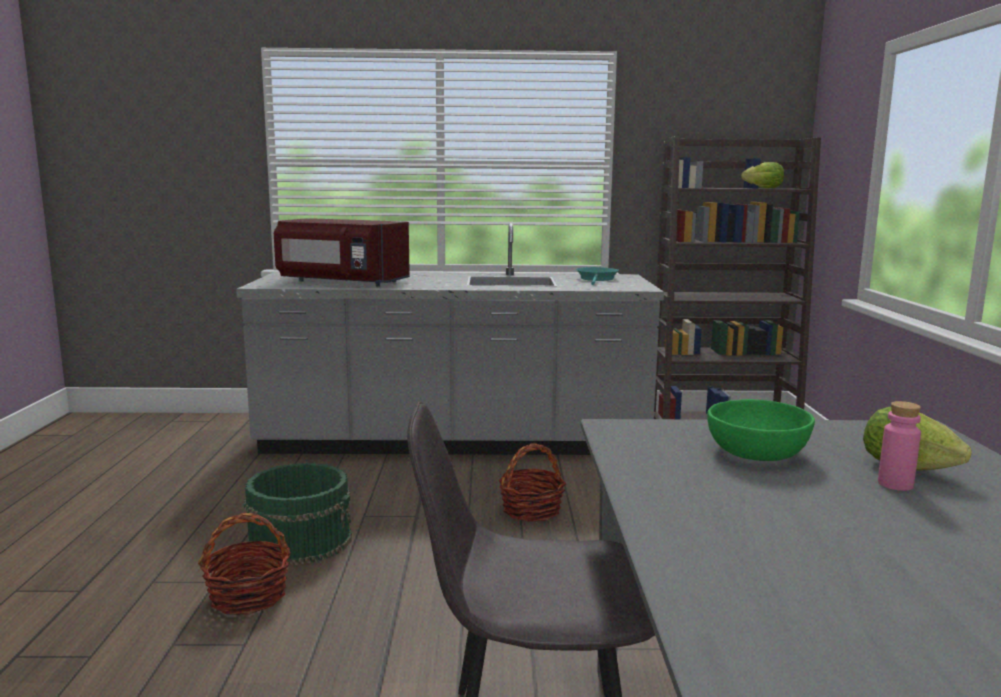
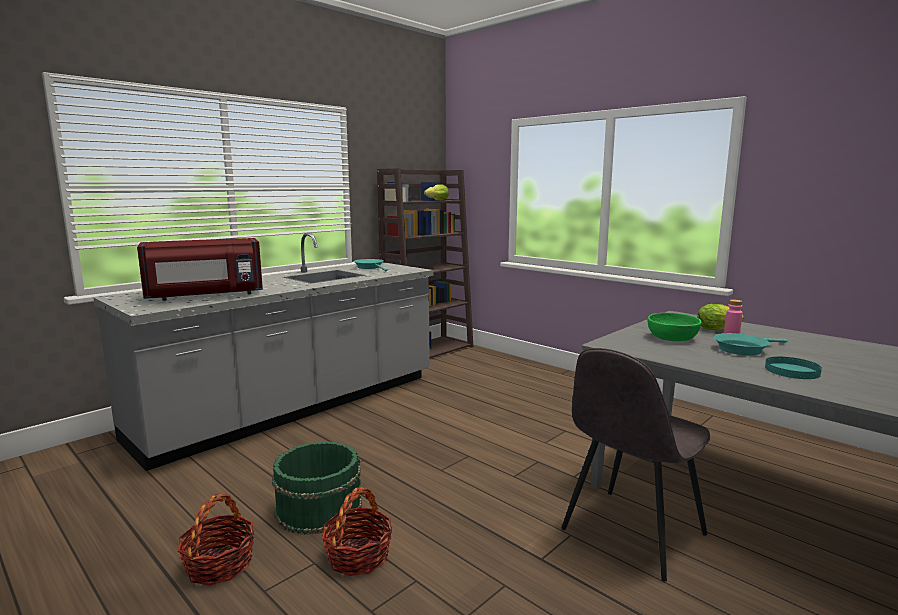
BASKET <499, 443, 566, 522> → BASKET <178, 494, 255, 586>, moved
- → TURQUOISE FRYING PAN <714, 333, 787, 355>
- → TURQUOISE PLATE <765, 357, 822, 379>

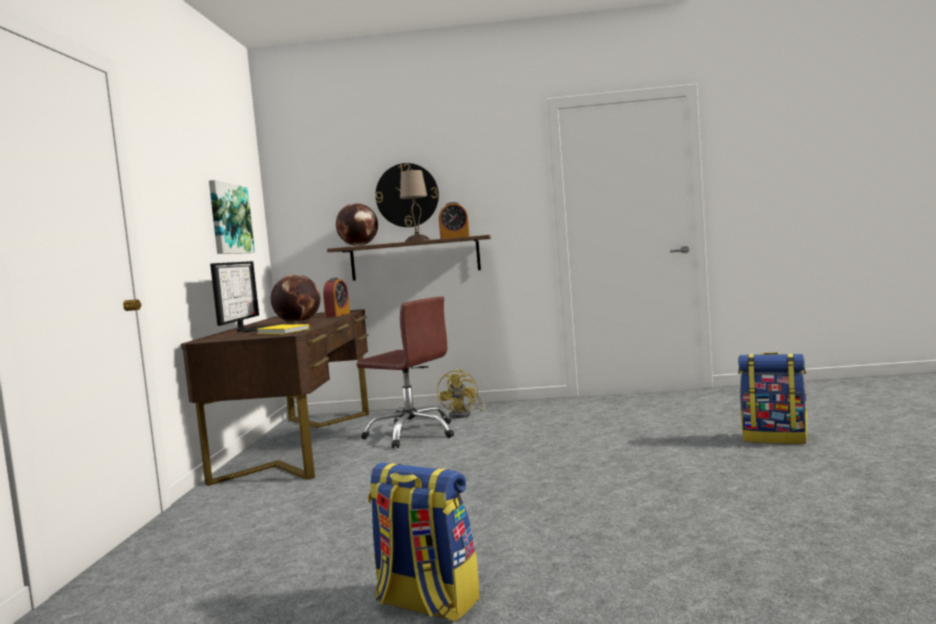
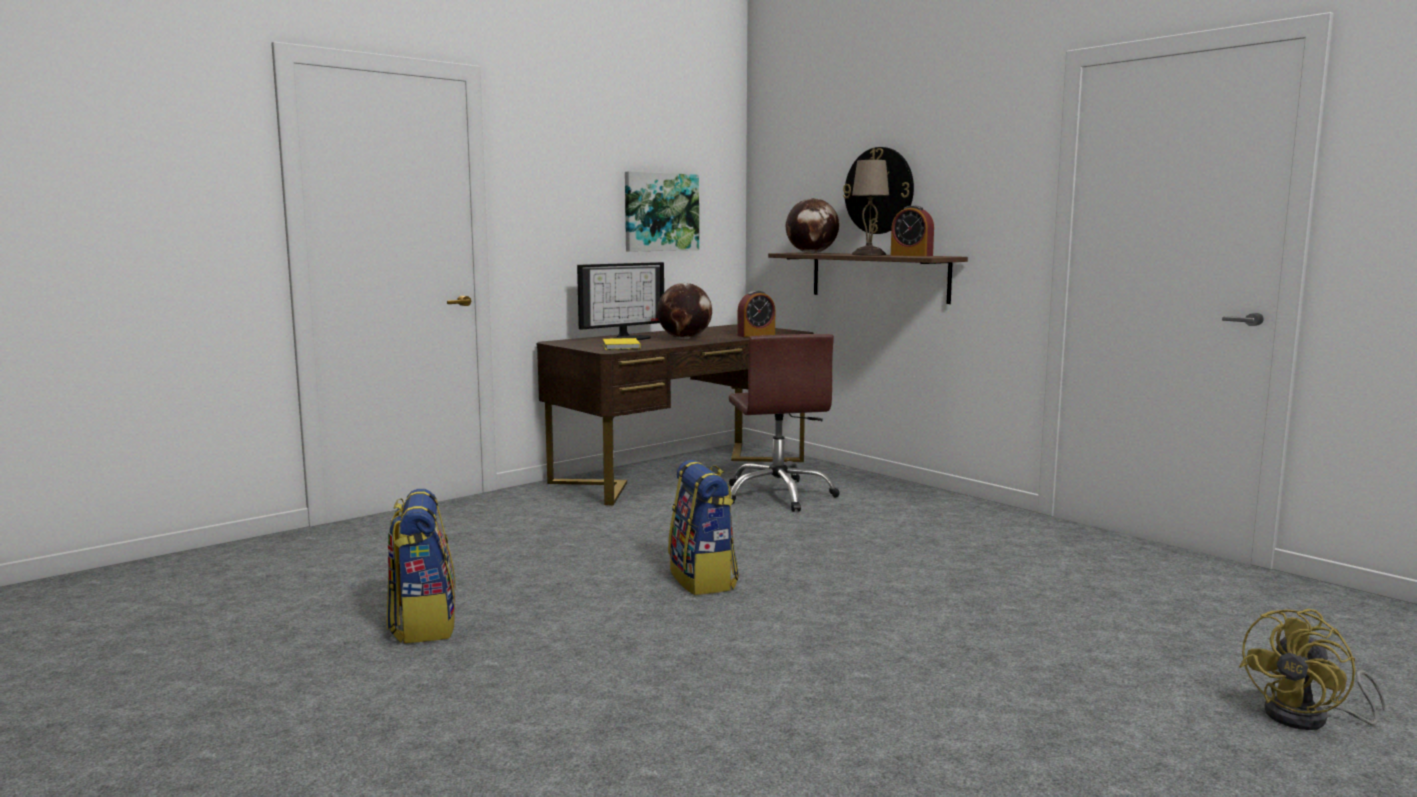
YELLOW FAN <437, 369, 485, 418> → YELLOW FAN <1239, 609, 1385, 730>, moved
BACKPACK <738, 352, 807, 444> → BACKPACK <668, 460, 739, 595>, moved

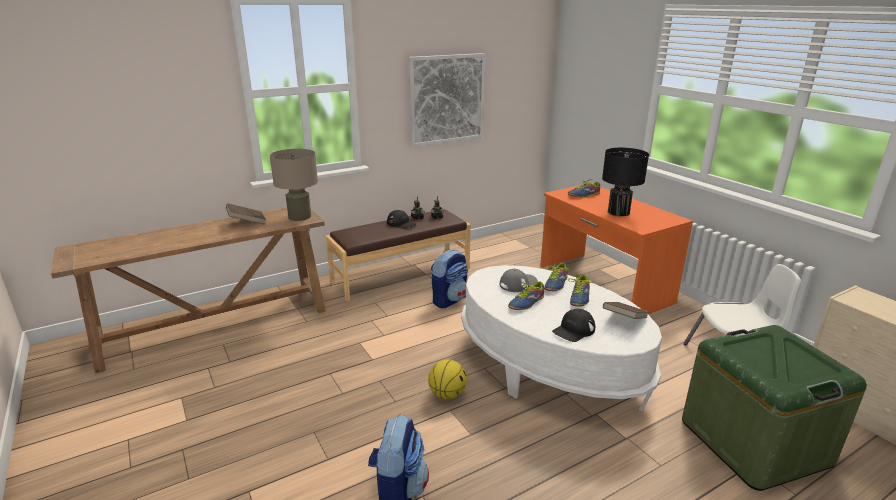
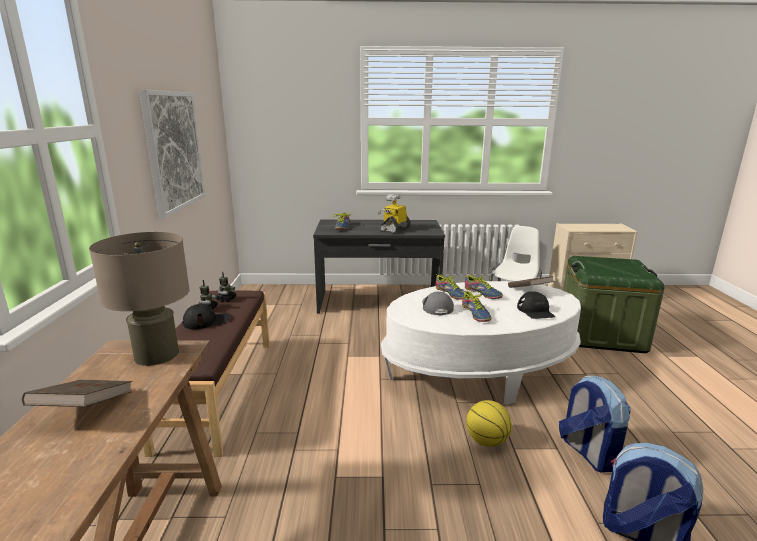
BACKPACK <431, 249, 468, 308> → BACKPACK <559, 375, 631, 473>, moved
ORANGE DESK <540, 185, 693, 314> → GREY DESK <313, 220, 445, 314>
BLACK TABLE LAMP <602, 148, 649, 216> → TOY ROBOT <377, 194, 411, 233>

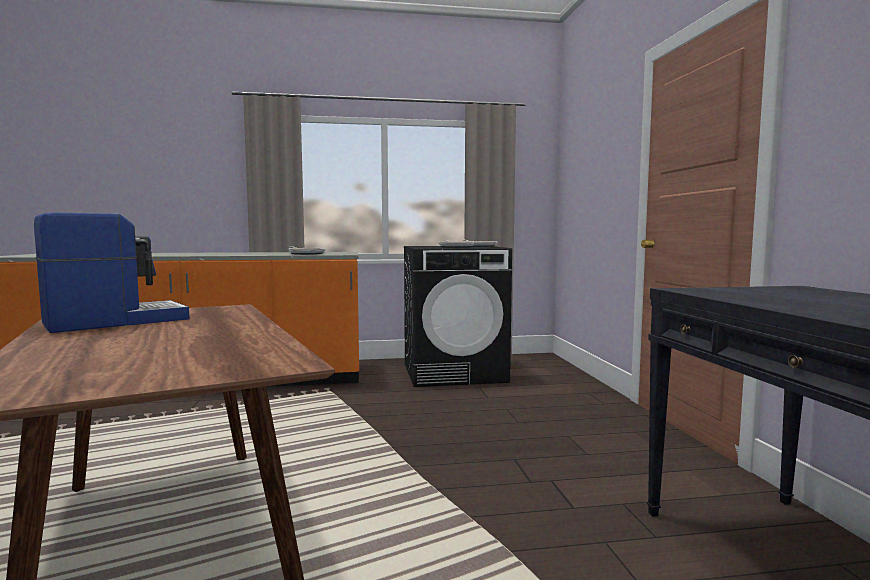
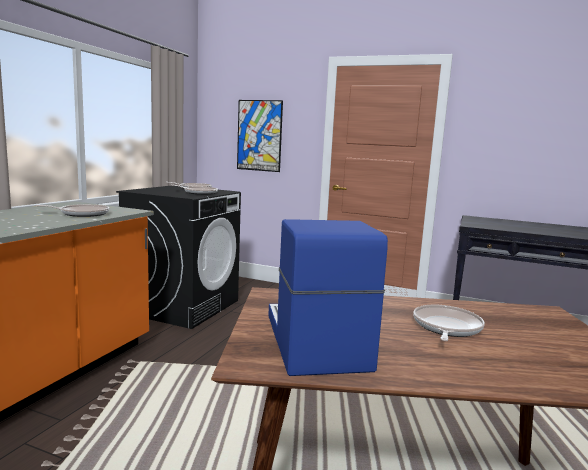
- → PICTURE <237, 100, 283, 172>
- → FRYING PAN <413, 305, 485, 341>

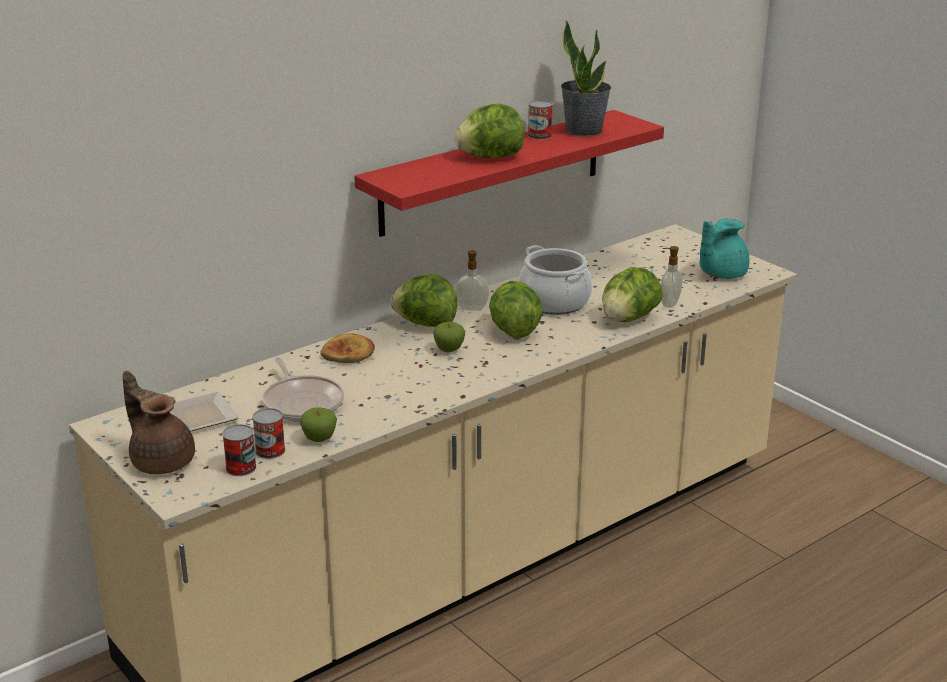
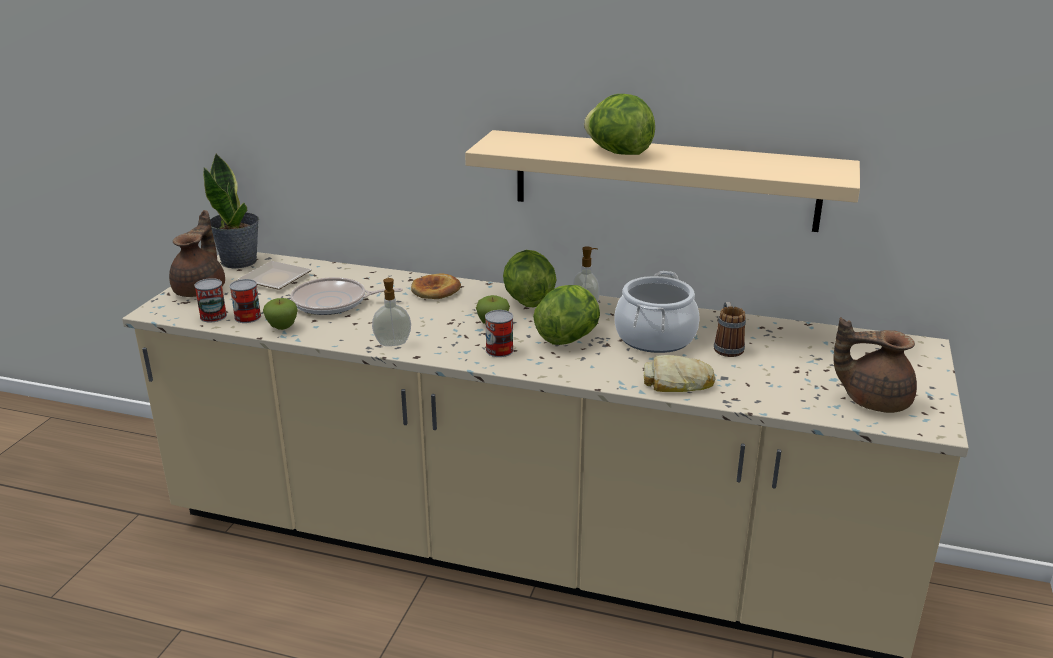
FRYING PAN <262, 357, 344, 422> → FRYING PAN <290, 277, 403, 315>, 60 degrees clockwise
RED SHELF <354, 110, 664, 237> → BEIGE SHELF <465, 130, 860, 232>
CAN <528, 100, 553, 140> → CAN <485, 310, 514, 357>, moved
POTTED PLANT <561, 20, 611, 136> → POTTED PLANT <203, 153, 259, 269>, moved
LETTUCE <602, 267, 663, 322> → BREAD <644, 355, 716, 392>
SOAP DISPENSER <661, 246, 683, 308> → SOAP DISPENSER <372, 277, 411, 346>, moved
TURQUOISE TEAPOT <700, 218, 749, 279> → BROWN TEAPOT <833, 317, 917, 413>
- → MUG <714, 302, 746, 357>

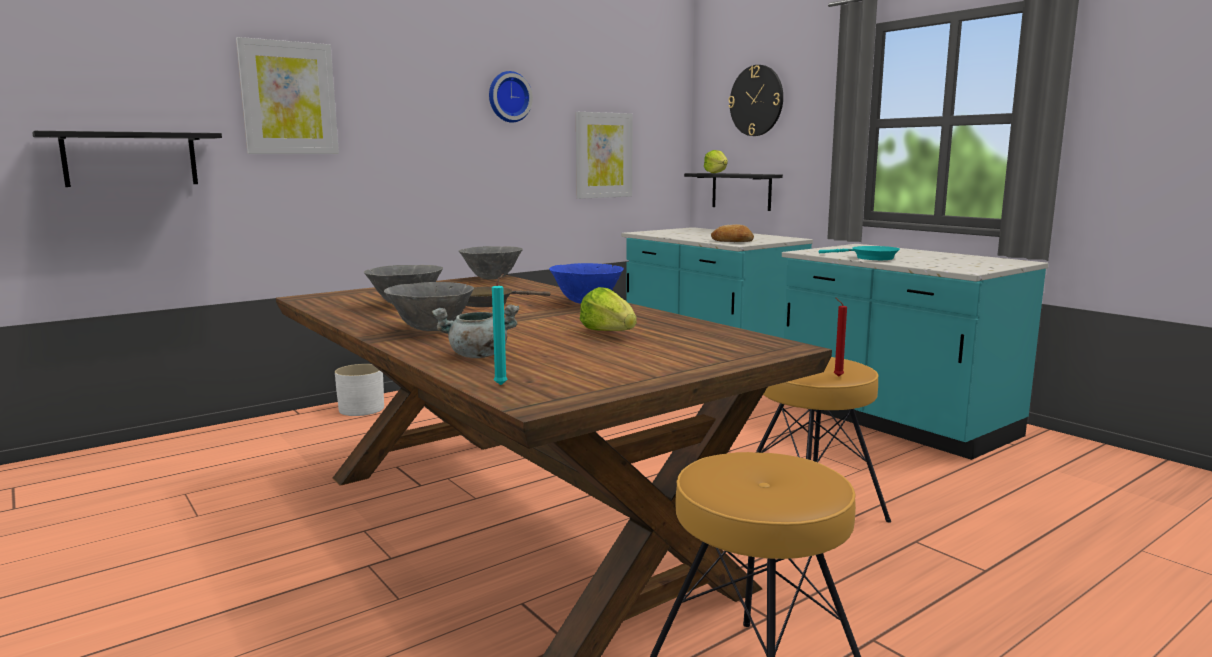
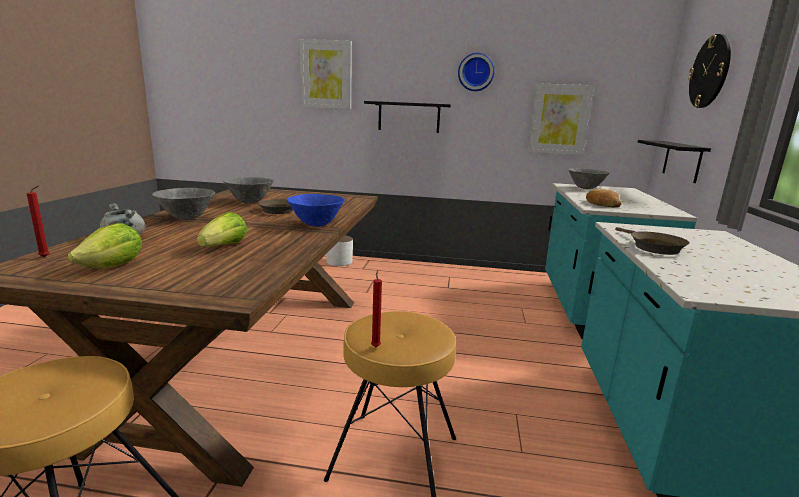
BLACK SHELF <32, 131, 222, 187> → BLACK SHELF <364, 101, 451, 133>, moved
GREY BOWL <459, 246, 523, 280> → GREY BOWL <568, 168, 610, 189>, moved
TURQUOISE CANDLE <492, 274, 508, 385> → RED CANDLE <27, 185, 49, 257>
LETTUCE <704, 150, 728, 173> → LETTUCE <68, 223, 142, 268>, moved
TURQUOISE FRYING PAN <819, 246, 900, 260> → BROWN FRYING PAN <615, 227, 690, 255>

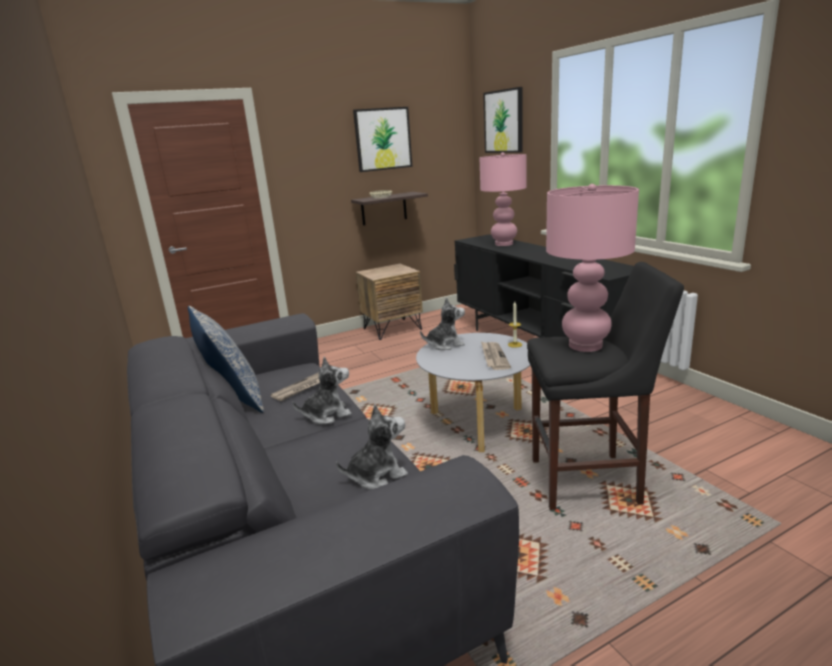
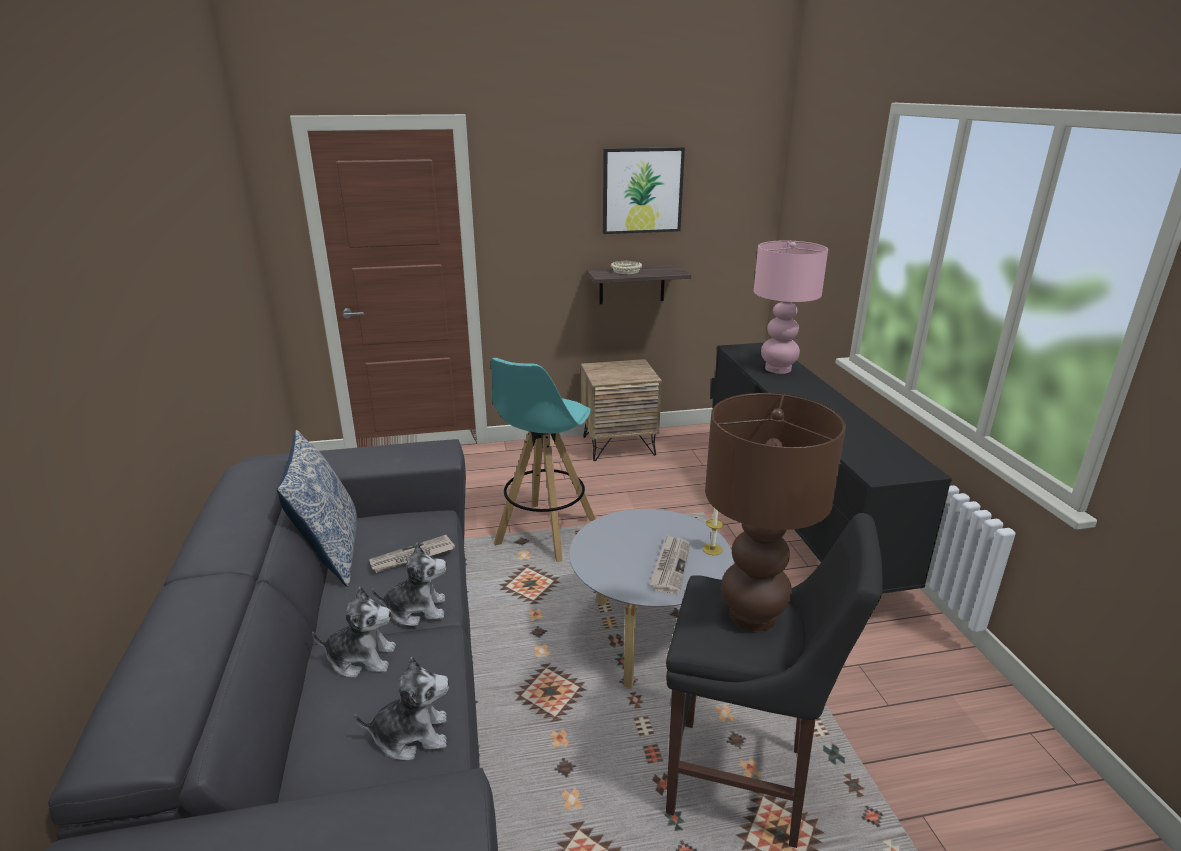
PLUSH TOY <420, 297, 465, 350> → PLUSH TOY <312, 587, 396, 678>, moved
PICTURE <483, 87, 523, 153> → -
PINK TABLE LAMP <546, 184, 639, 352> → BROWN TABLE LAMP <705, 393, 846, 631>
- → TURQUOISE STOOL <491, 358, 596, 562>

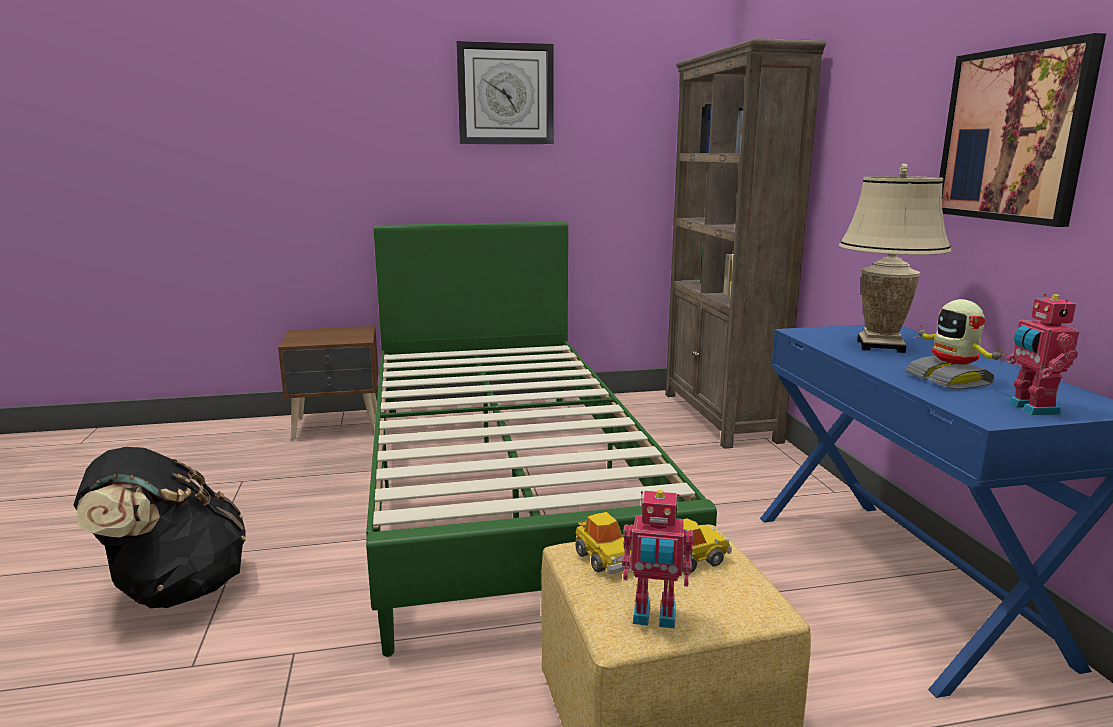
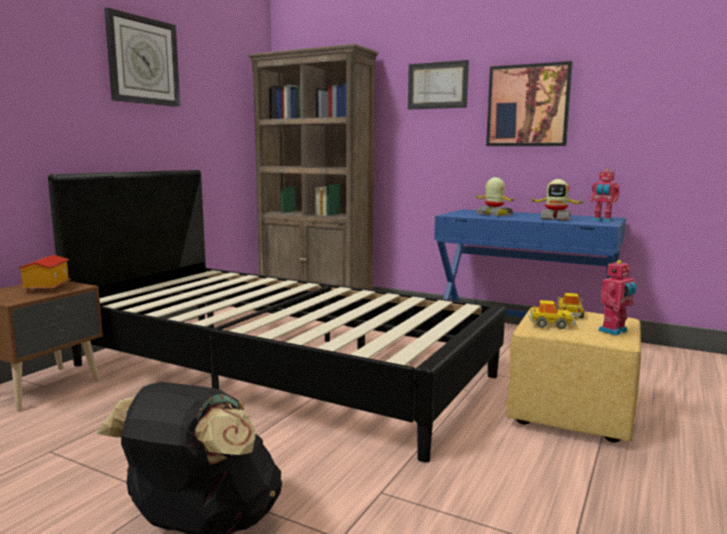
GREEN BED <366, 222, 717, 657> → BLACK BED <48, 170, 505, 462>
BEIGE TABLE LAMP <839, 164, 951, 353> → TOY ROBOT <475, 177, 516, 216>
- → TOY HOUSE <18, 255, 71, 293>
- → PICTURE <408, 60, 469, 110>

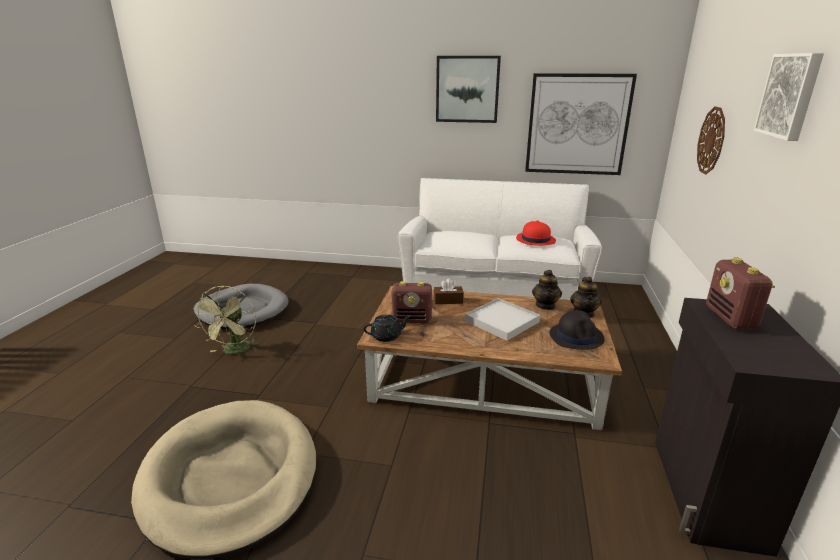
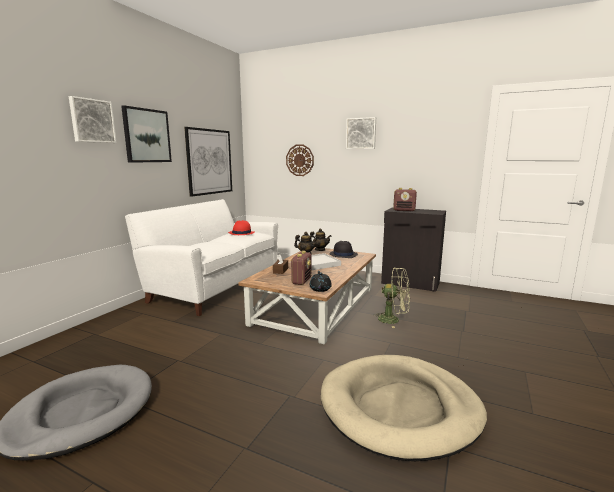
GREEN FAN <193, 285, 260, 354> → GREEN FAN <373, 268, 410, 328>, moved
- → PICTURE <69, 96, 117, 143>

